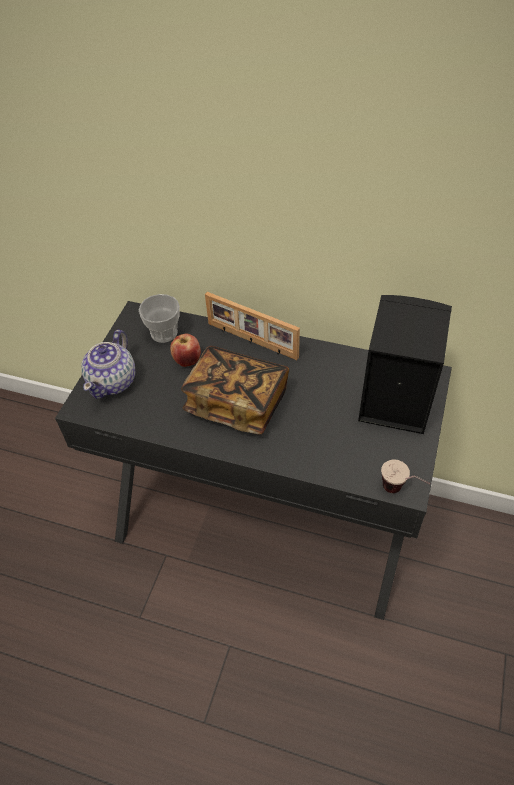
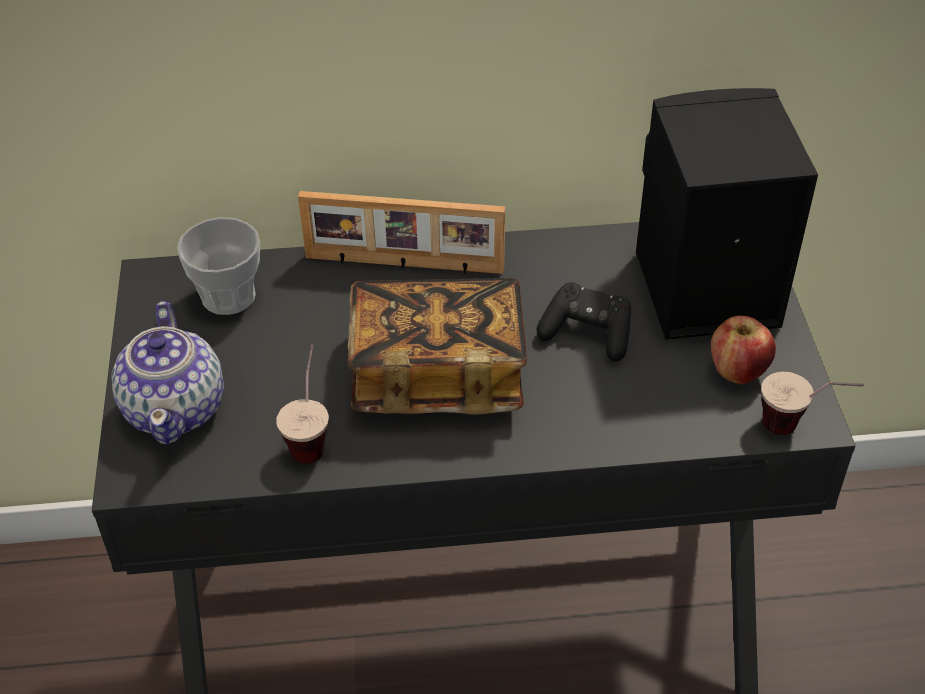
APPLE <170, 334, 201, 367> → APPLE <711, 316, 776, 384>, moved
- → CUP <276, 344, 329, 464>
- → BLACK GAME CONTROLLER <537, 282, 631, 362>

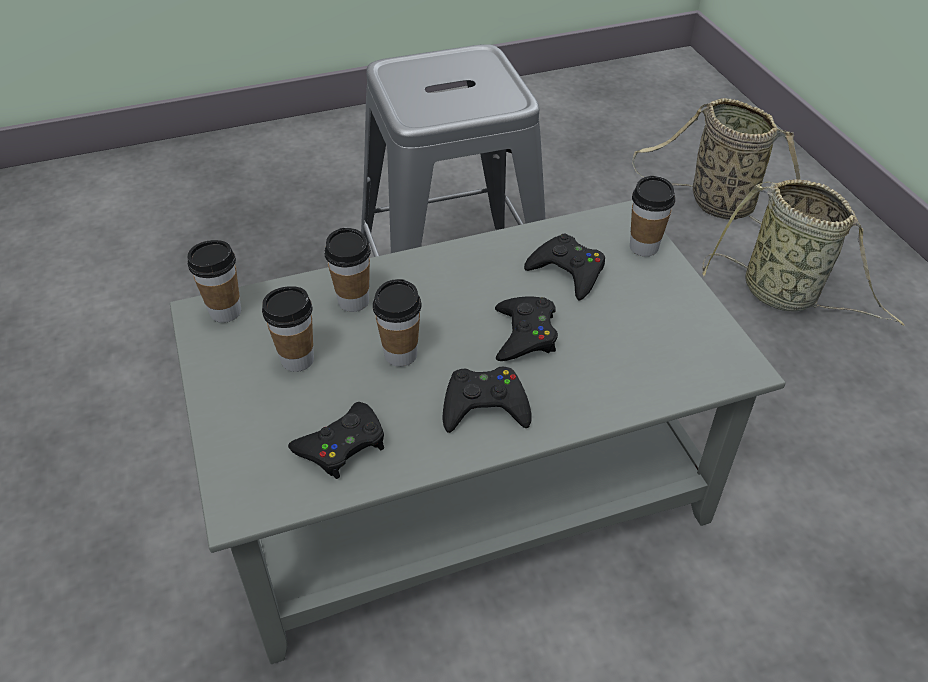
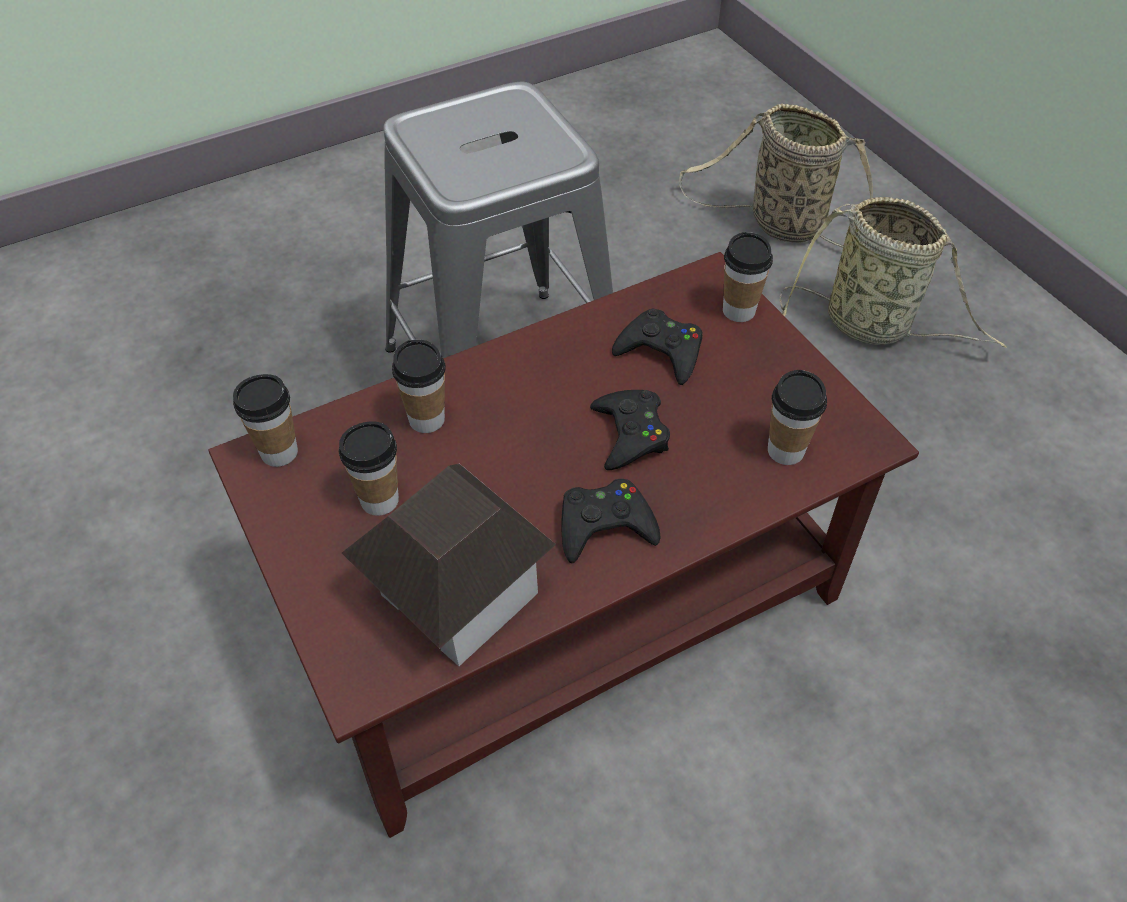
GREY COFFEE TABLE <170, 200, 786, 664> → BROWN COFFEE TABLE <209, 252, 919, 838>
BLACK GAME CONTROLLER <288, 402, 384, 479> → TOY HOUSE <342, 464, 556, 666>
CUP <373, 279, 422, 367> → CUP <768, 370, 827, 465>, moved

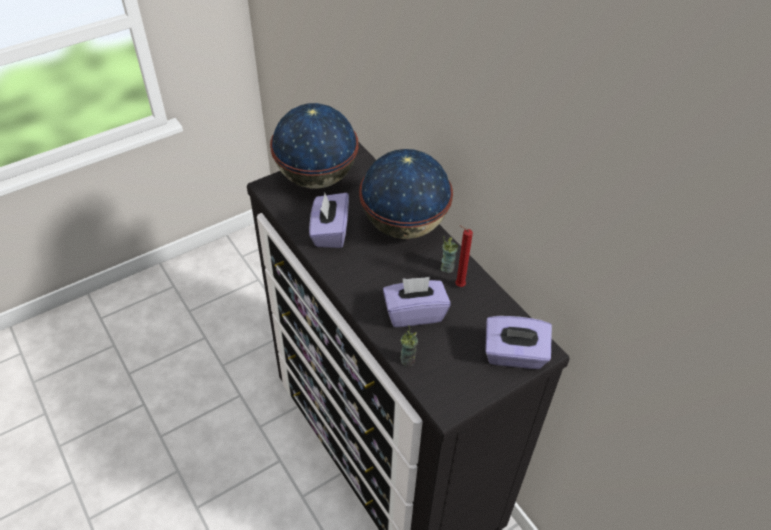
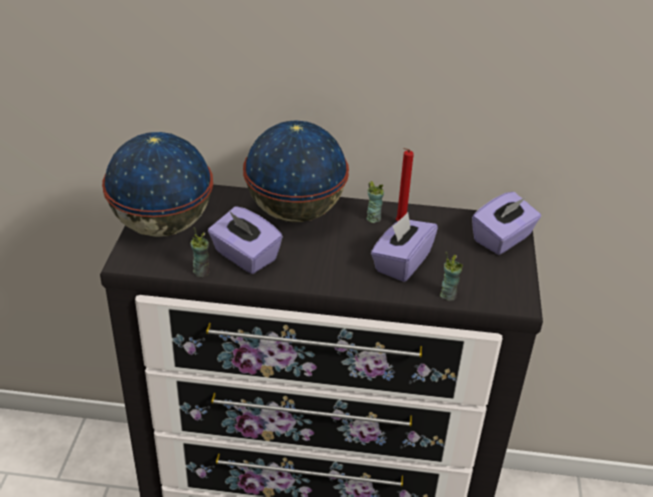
- → CUP <191, 227, 210, 277>

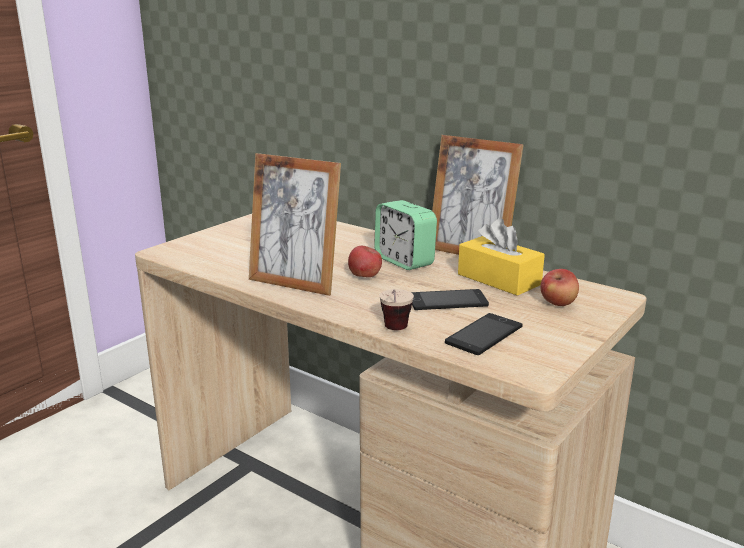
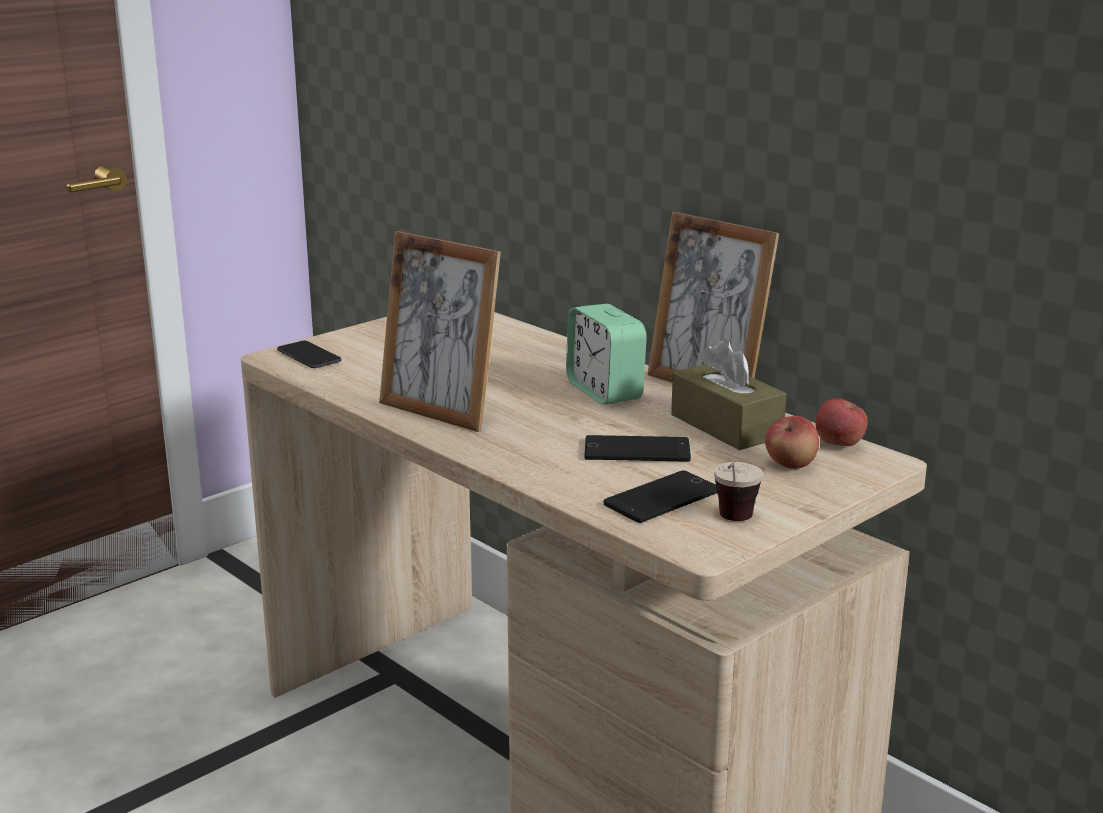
APPLE <348, 246, 382, 277> → APPLE <815, 398, 867, 446>, moved
CUP <379, 289, 414, 330> → CUP <714, 462, 763, 521>, moved
YELLOW TISSUE BOX <458, 218, 545, 296> → BROWN TISSUE BOX <671, 339, 786, 450>
- → PHONE <277, 341, 342, 368>

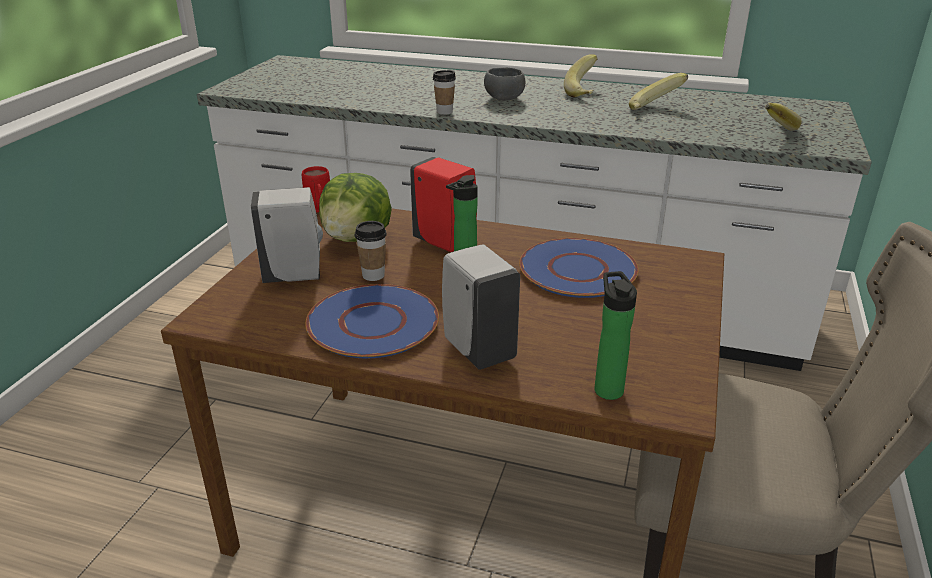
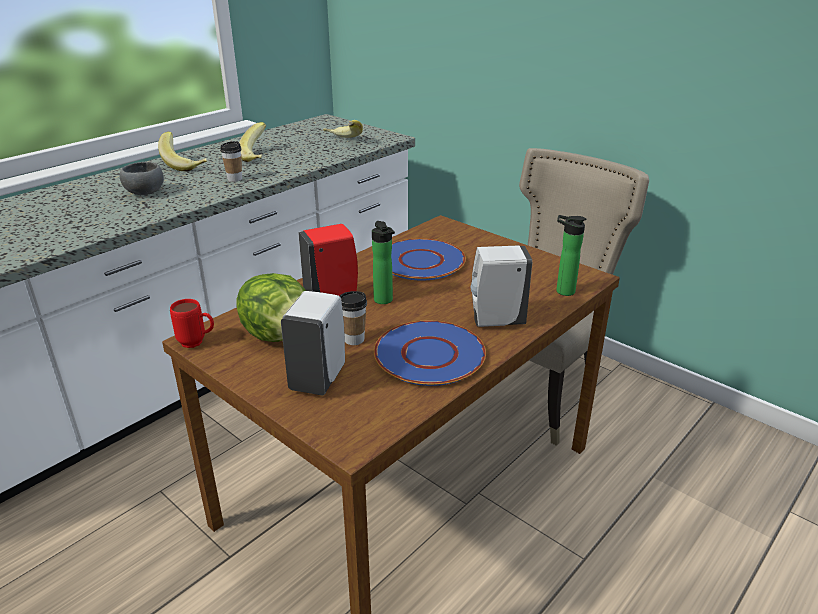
CUP <433, 70, 456, 115> → CUP <220, 141, 242, 182>, moved

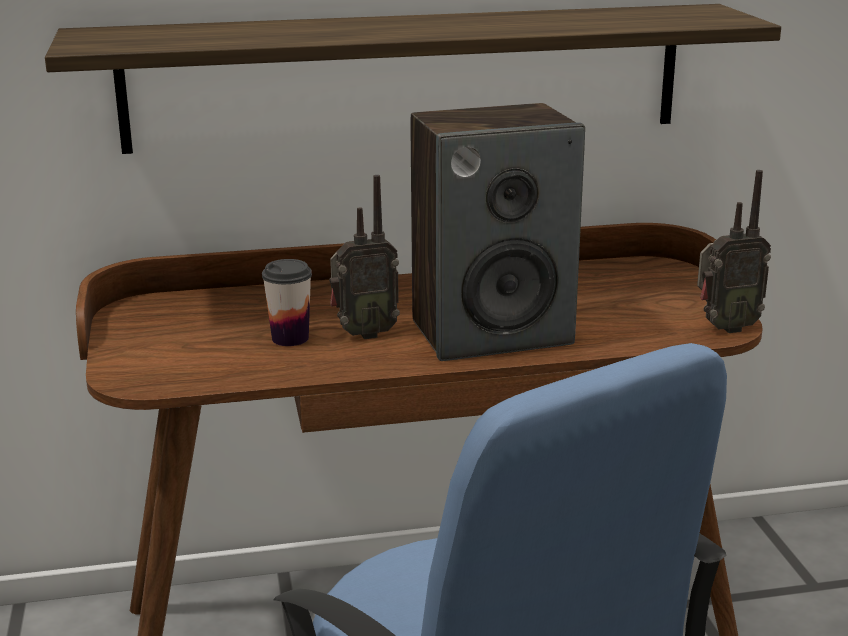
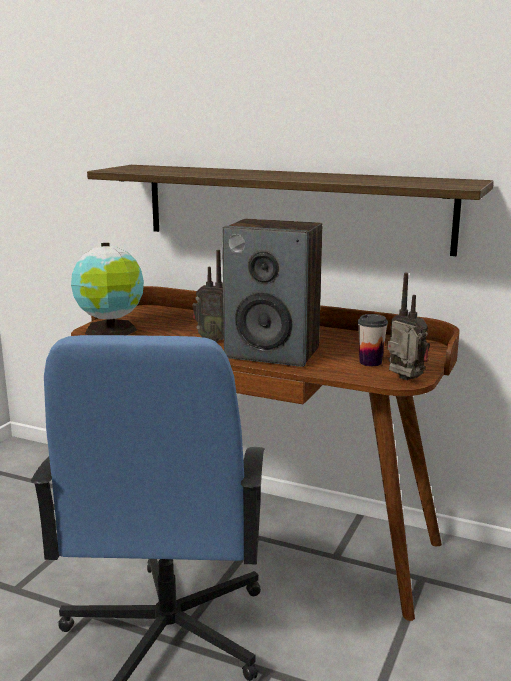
CUP <262, 259, 312, 346> → CUP <358, 314, 388, 366>, moved
RADIO <697, 170, 771, 333> → RADIO <387, 273, 430, 380>, 150 degrees counterclockwise
- → GLOBE <71, 243, 144, 335>

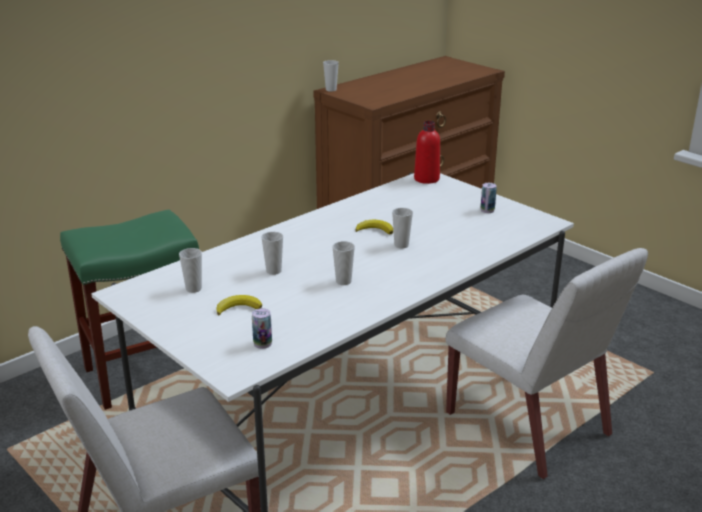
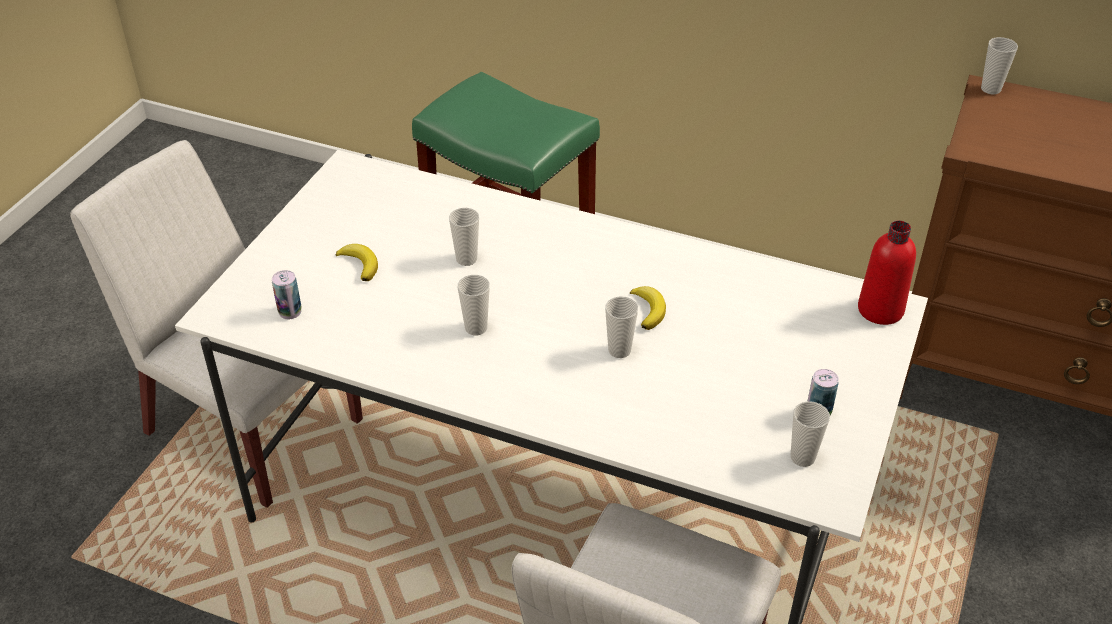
CUP <179, 248, 202, 293> → CUP <791, 401, 830, 467>, moved

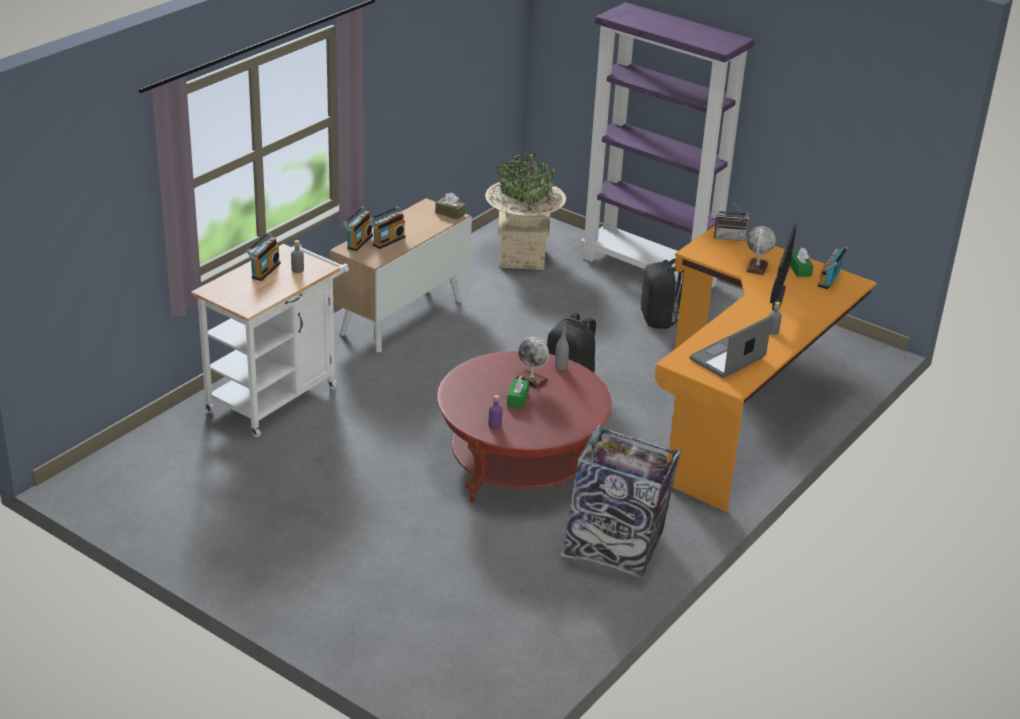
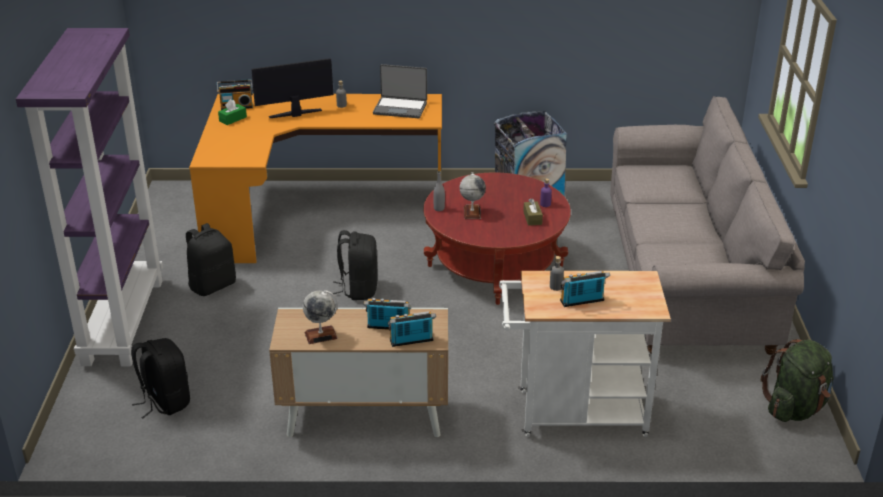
BROWN TISSUE BOX <435, 193, 466, 220> → BROWN TISSUE BOX <523, 198, 543, 226>, moved
BEIGE PLANTER <485, 153, 566, 270> → BLACK BACKPACK <131, 338, 190, 418>
GREEN TISSUE BOX <507, 375, 529, 408> → -
RADIO <714, 199, 749, 241> → -
GLOBE <746, 226, 776, 275> → GLOBE <303, 290, 338, 344>, moved
- → GREY SOFA <610, 96, 805, 355>
- → GREEN BACKPACK <761, 339, 834, 422>

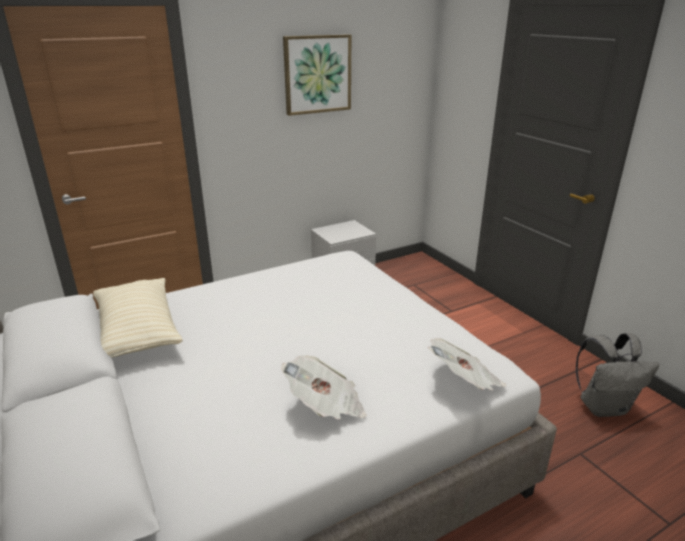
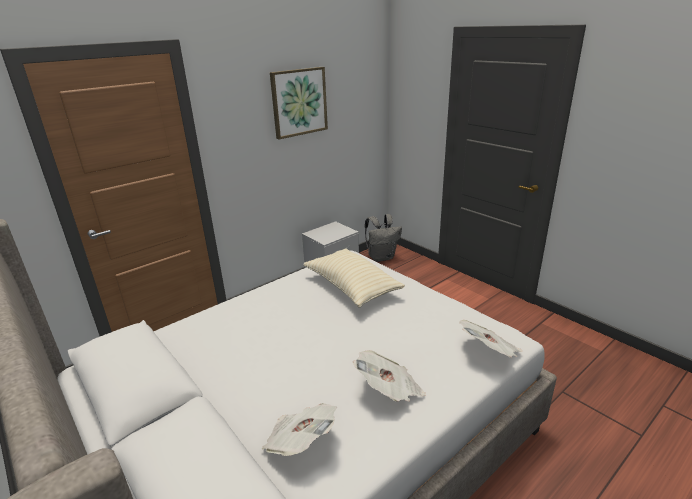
BEIGE PILLOW <93, 278, 183, 358> → BEIGE PILLOW <303, 248, 405, 308>, moved
GREY BACKPACK <576, 333, 659, 417> → GREY BACKPACK <365, 214, 402, 262>, moved
- → NEWSPAPER <262, 403, 337, 456>

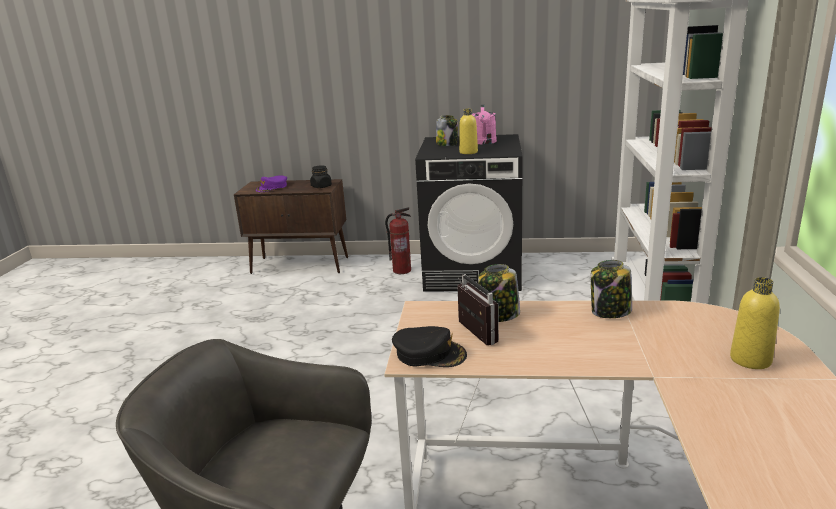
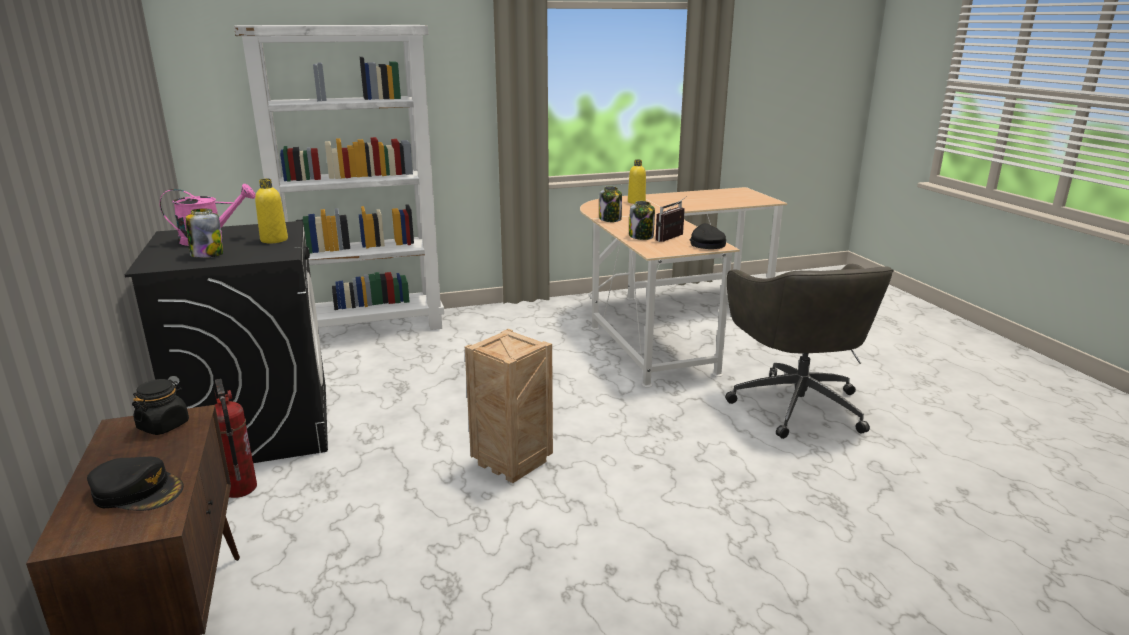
PURPLE CAP <256, 175, 287, 192> → BLACK CAP <87, 457, 184, 511>
- → CRATE <465, 329, 553, 483>

